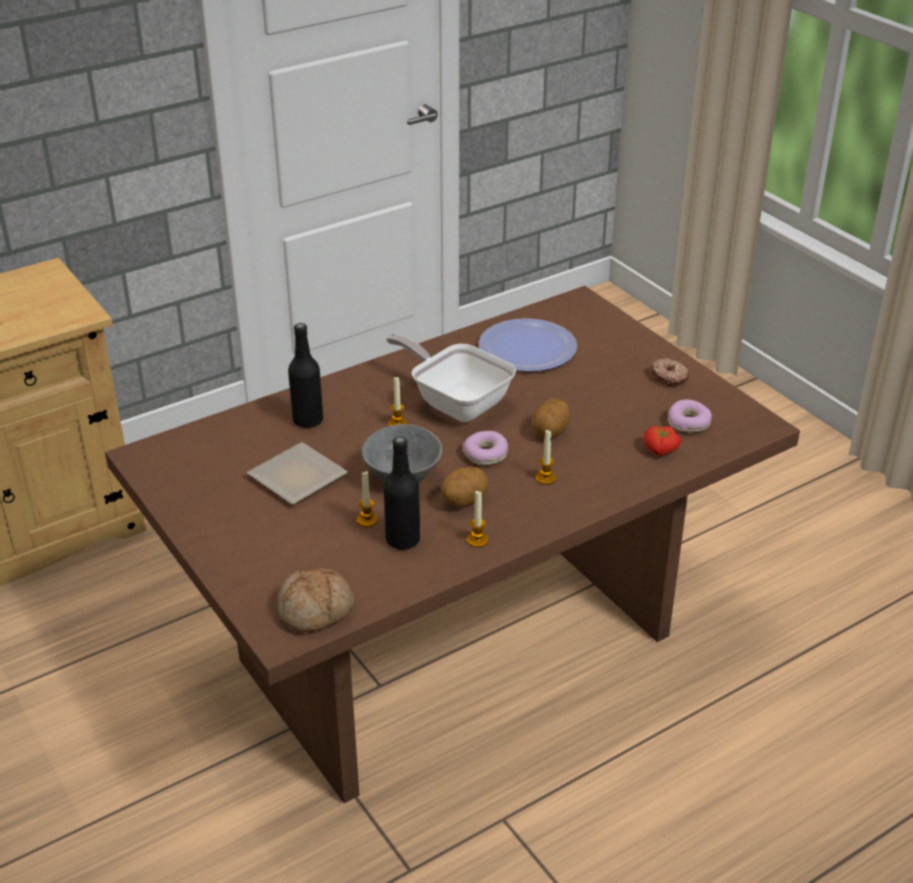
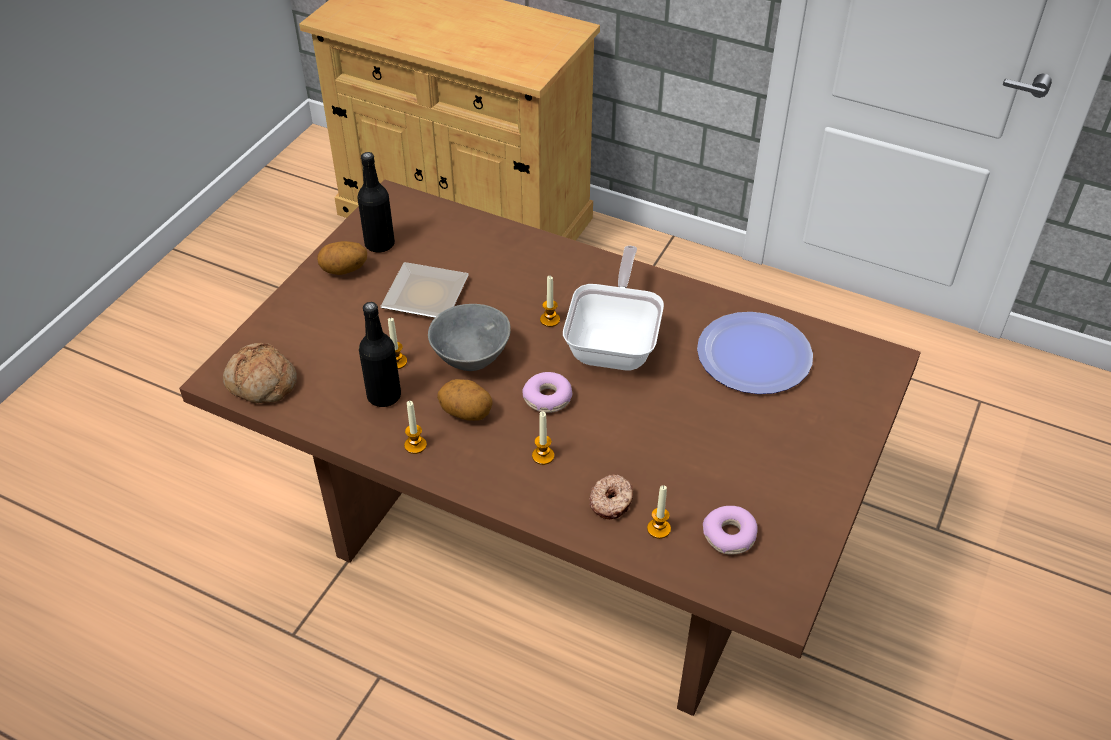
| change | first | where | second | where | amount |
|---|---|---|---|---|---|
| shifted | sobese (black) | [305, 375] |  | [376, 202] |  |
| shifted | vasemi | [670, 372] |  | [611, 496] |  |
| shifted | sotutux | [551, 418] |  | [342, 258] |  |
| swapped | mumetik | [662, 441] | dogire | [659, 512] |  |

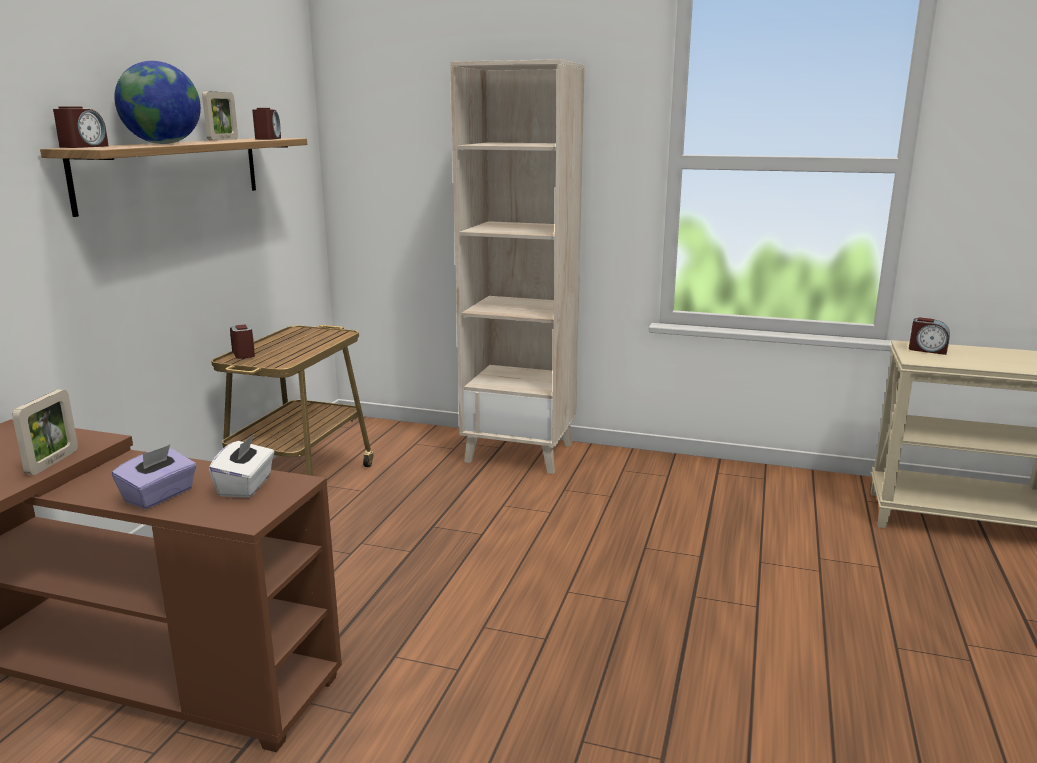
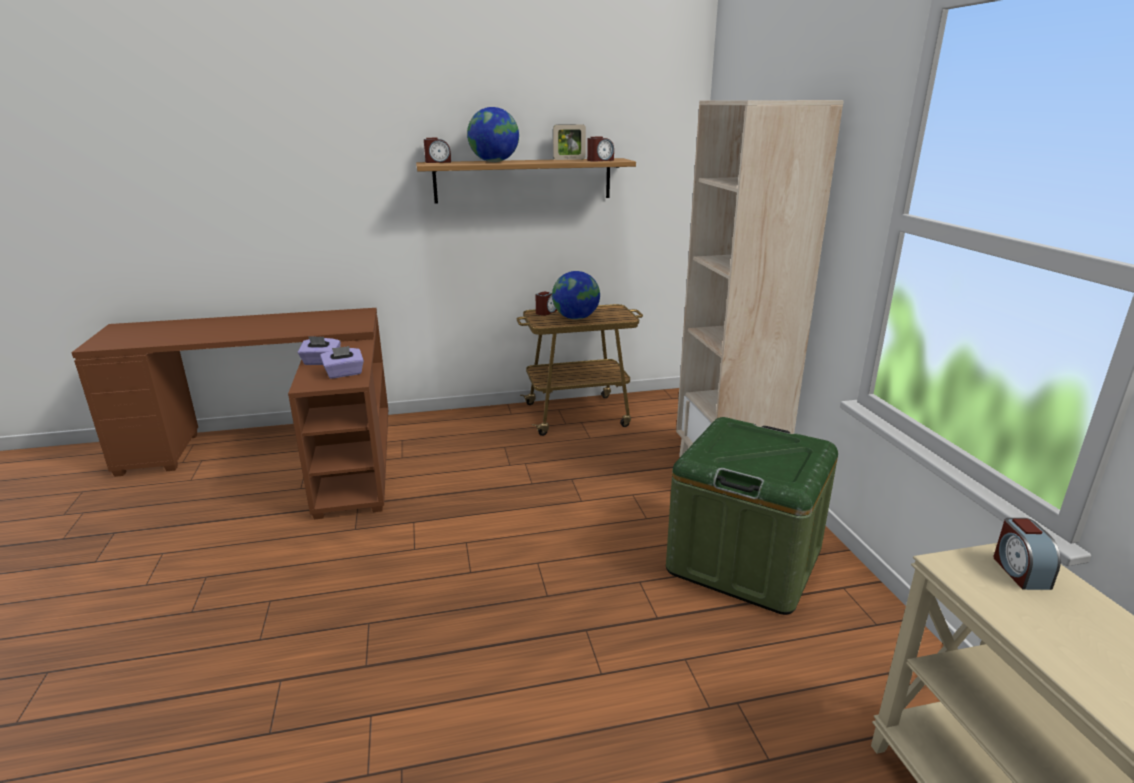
| change | first | where | second | where | amount |
|---|---|---|---|---|---|
| gone | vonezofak | [45, 432] |  |  |  |
| repainted | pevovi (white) | [241, 465] | pevovi (purple) | [342, 362] |  |
| new |  |  | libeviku | [576, 295] |  |
| new |  |  | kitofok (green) | [752, 516] |  |

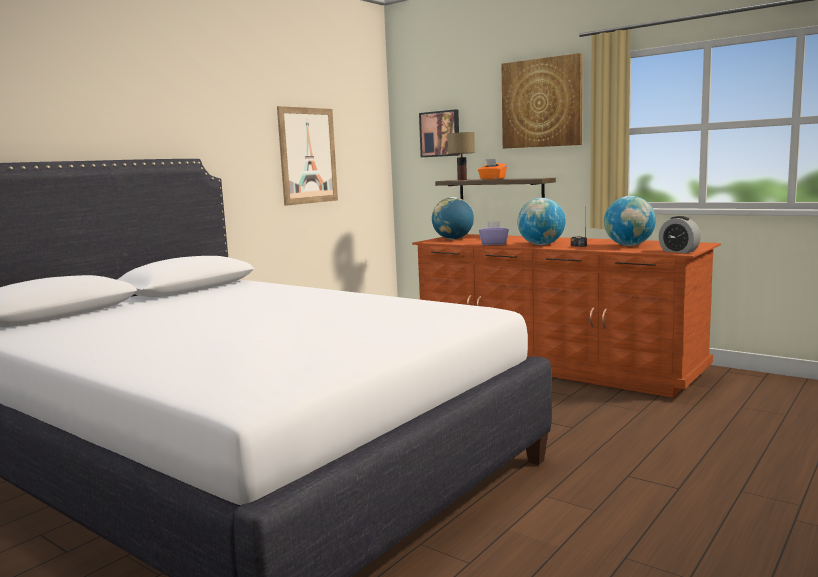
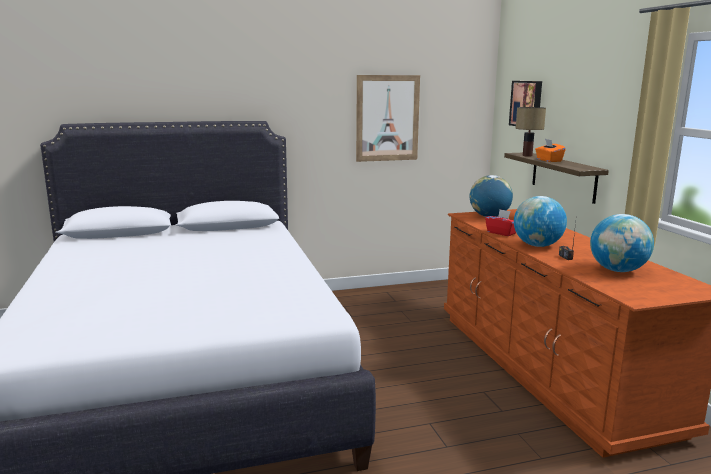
| change | first | where | second | where | amount |
|---|---|---|---|---|---|
| gone | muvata | [542, 101] |  |  |  |
| gone | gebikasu | [680, 234] |  |  |  |
| repainted | pevovi (purple) | [494, 233] | pevovi (red) | [500, 222] |  |

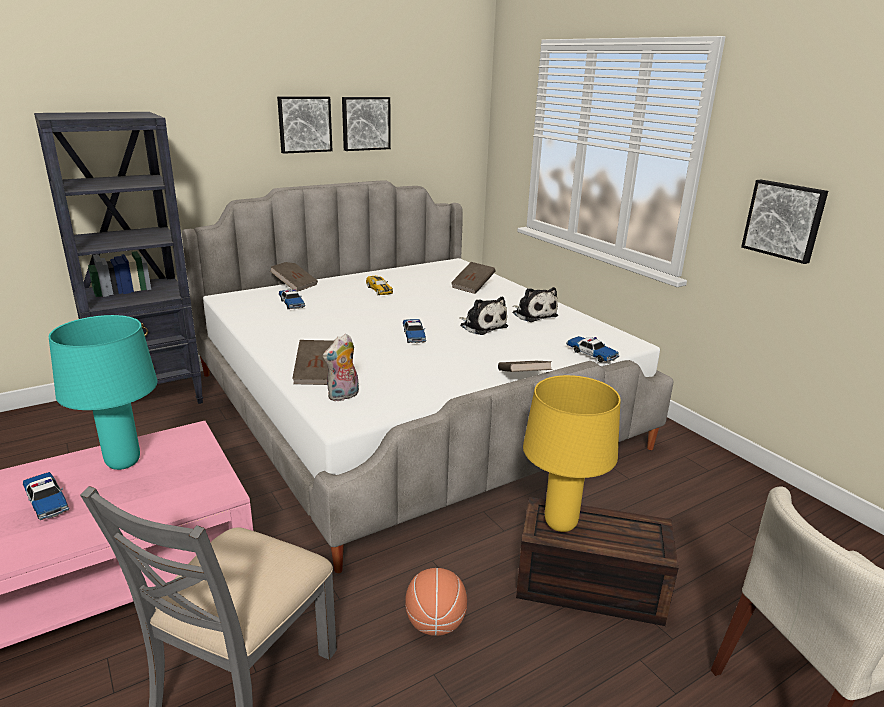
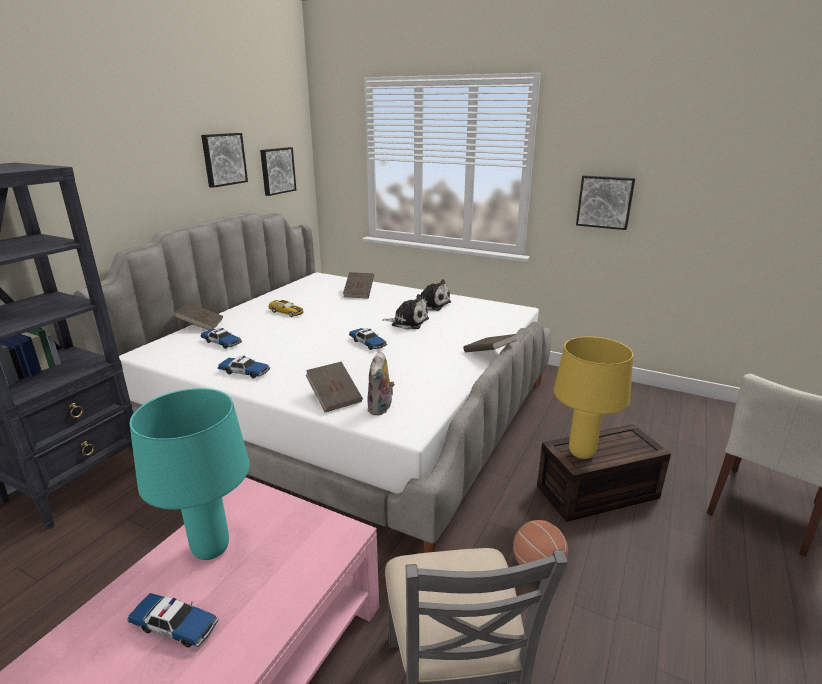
| change | first | where | second | where | amount |
|---|---|---|---|---|---|
| shifted | muvata | [305, 125] |  | [278, 171] |  |
| shifted | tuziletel | [593, 349] |  | [244, 367] |  |

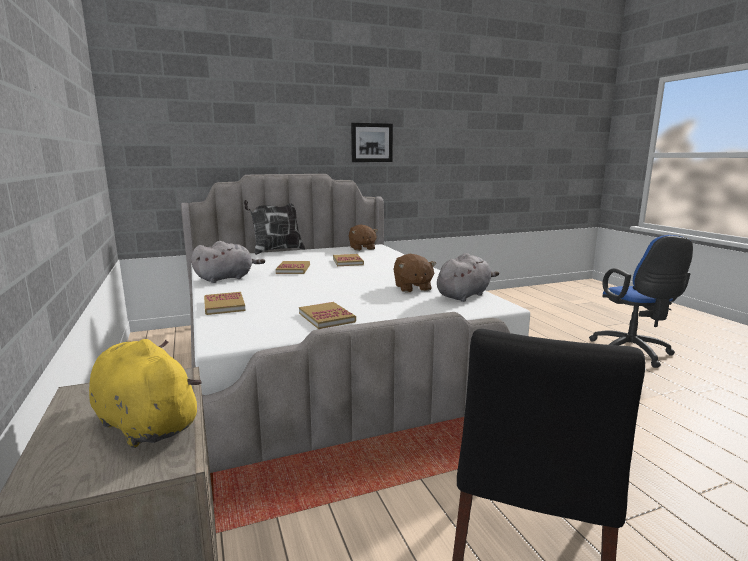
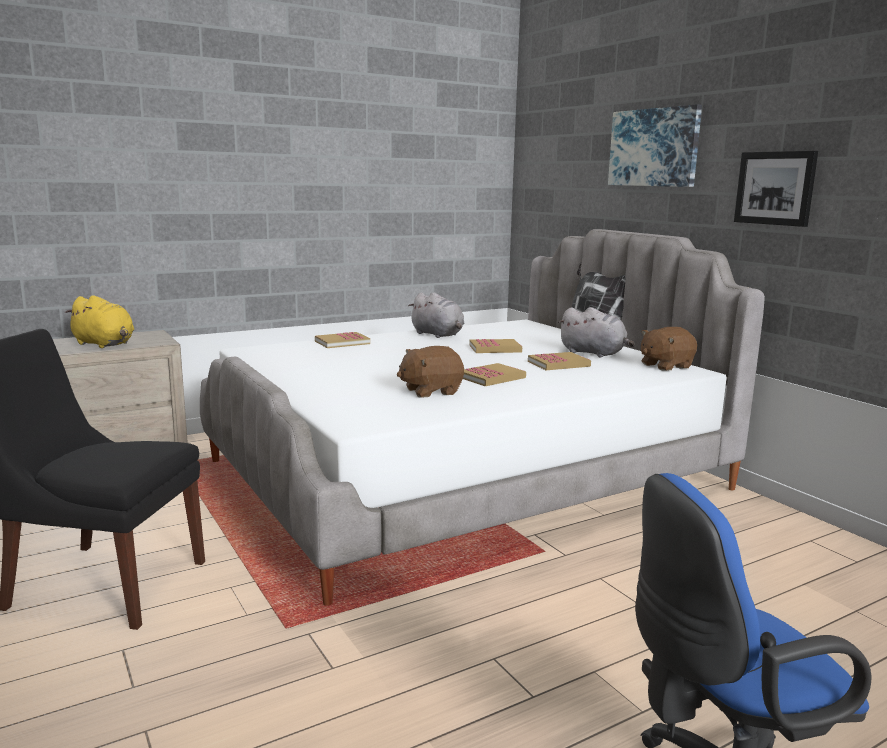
| change | first | where | second | where | amount |
|---|---|---|---|---|---|
| shifted | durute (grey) | [468, 277] |  | [596, 332] |  |
| shifted | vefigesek | [327, 315] |  | [494, 374] |  |
| rotated | durute (yellow) | [145, 393] |  | [99, 321] | 90 degrees clockwise |
| new |  |  | muvata | [655, 145] |  |

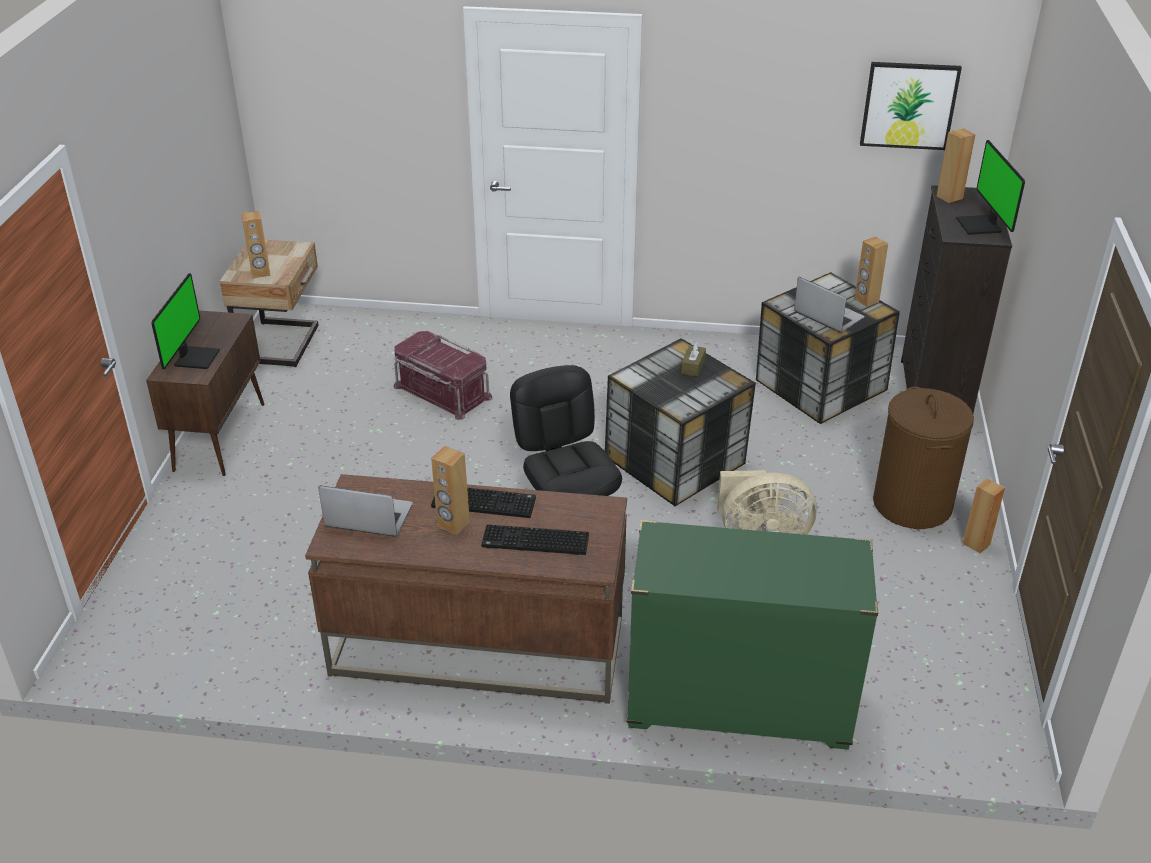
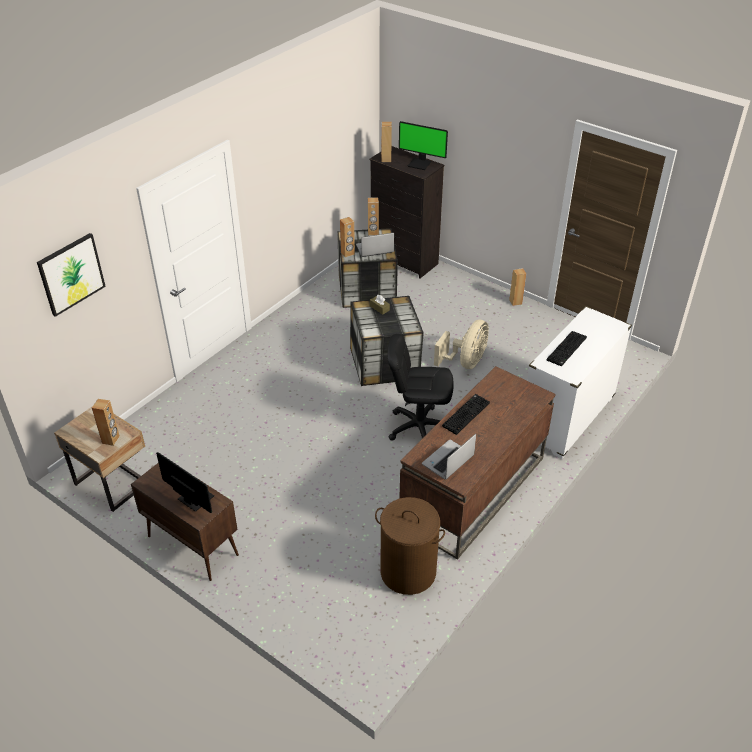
| change | first | where | second | where | amount |
|---|---|---|---|---|---|
| shifted | muvata | [911, 106] |  | [71, 275] |  |
| gone | kitofok (red) | [443, 375] |  |  |  |
| shifted | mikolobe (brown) | [923, 458] |  | [410, 546] |  |
| shifted | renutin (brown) | [450, 490] |  | [347, 237] |  |
| repainted | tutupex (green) | [752, 635] | tutupex (white) | [579, 382] |  |
| shifted | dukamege | [535, 540] |  | [567, 348] |  |

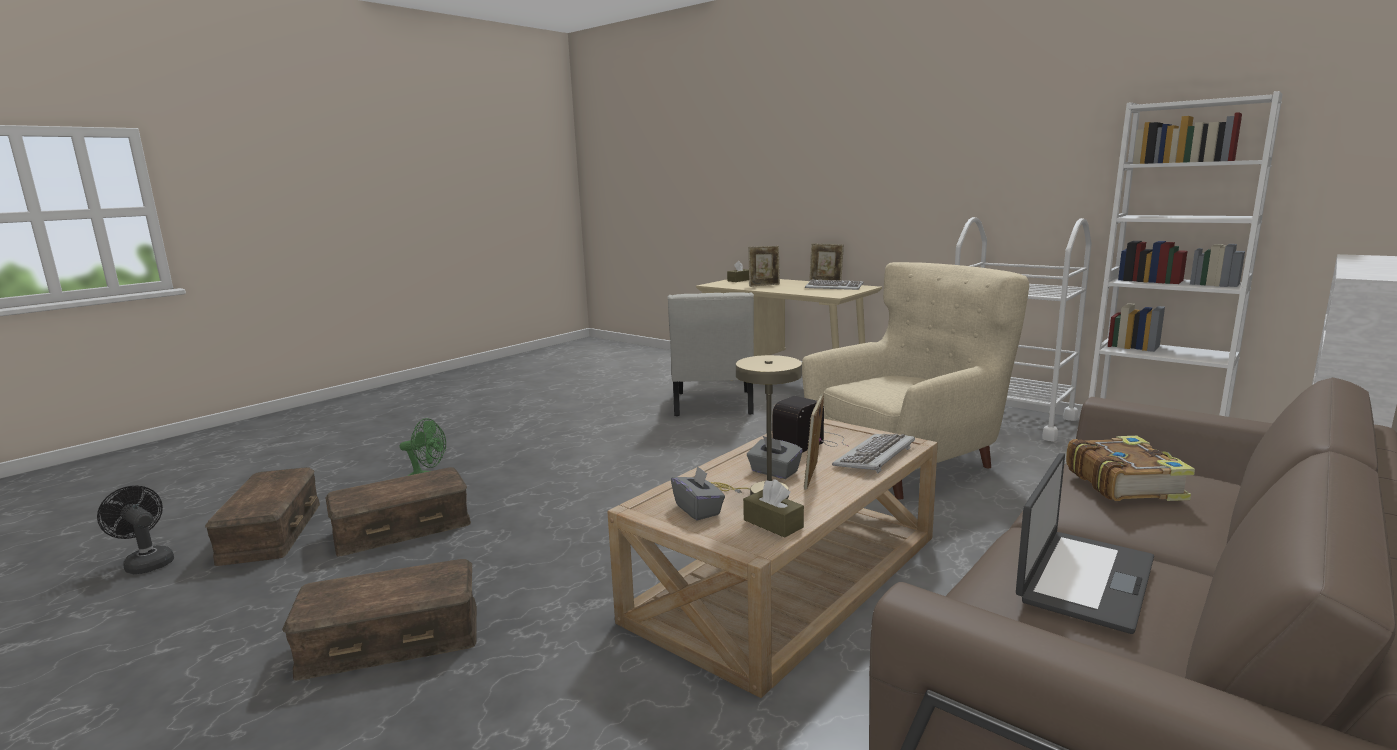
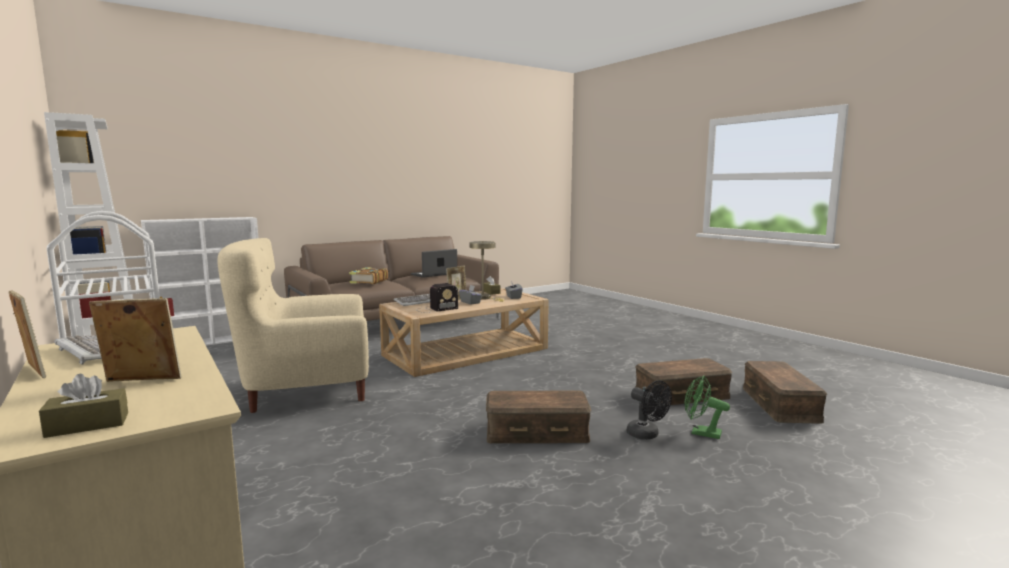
| change | first | where | second | where | amount |
|---|---|---|---|---|---|
| gone | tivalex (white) | [711, 354] |  |  |  |
| shifted | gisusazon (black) | [135, 530] |  | [649, 410] |  |
| shifted | kitofok (brown) | [379, 620] |  | [539, 417] |  |

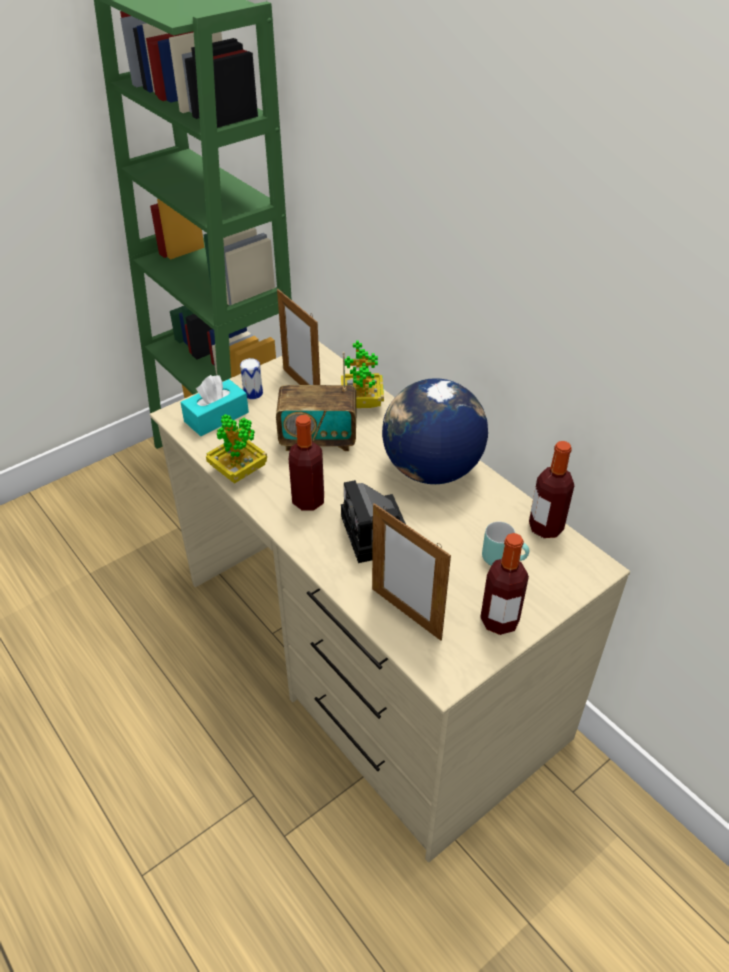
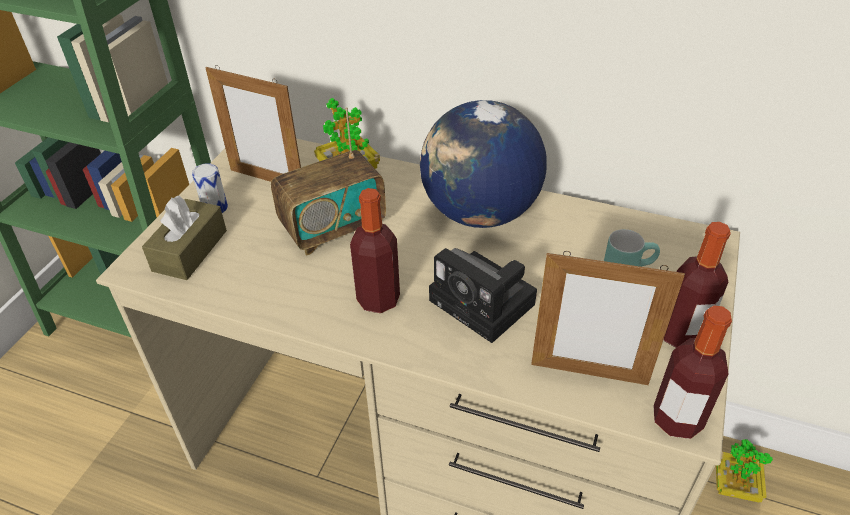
| change | first | where | second | where | amount |
|---|---|---|---|---|---|
| repainted | pevovi (turquoise) | [214, 405] | pevovi (brown) | [184, 238] |  |
| shifted | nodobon | [236, 449] |  | [744, 470] |  |
| shifted | sobese | [551, 489] |  | [692, 372] |  |

